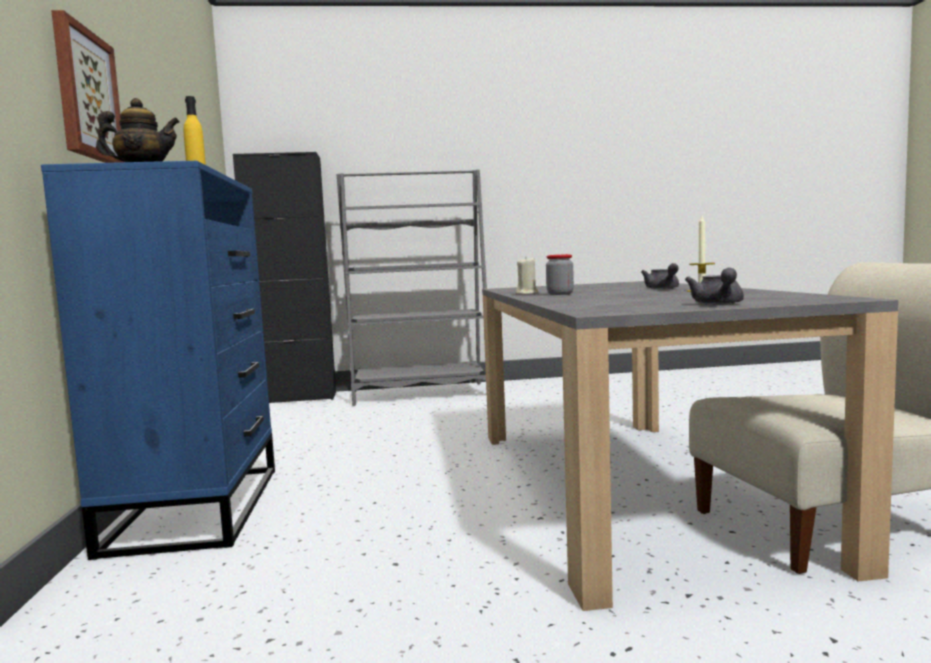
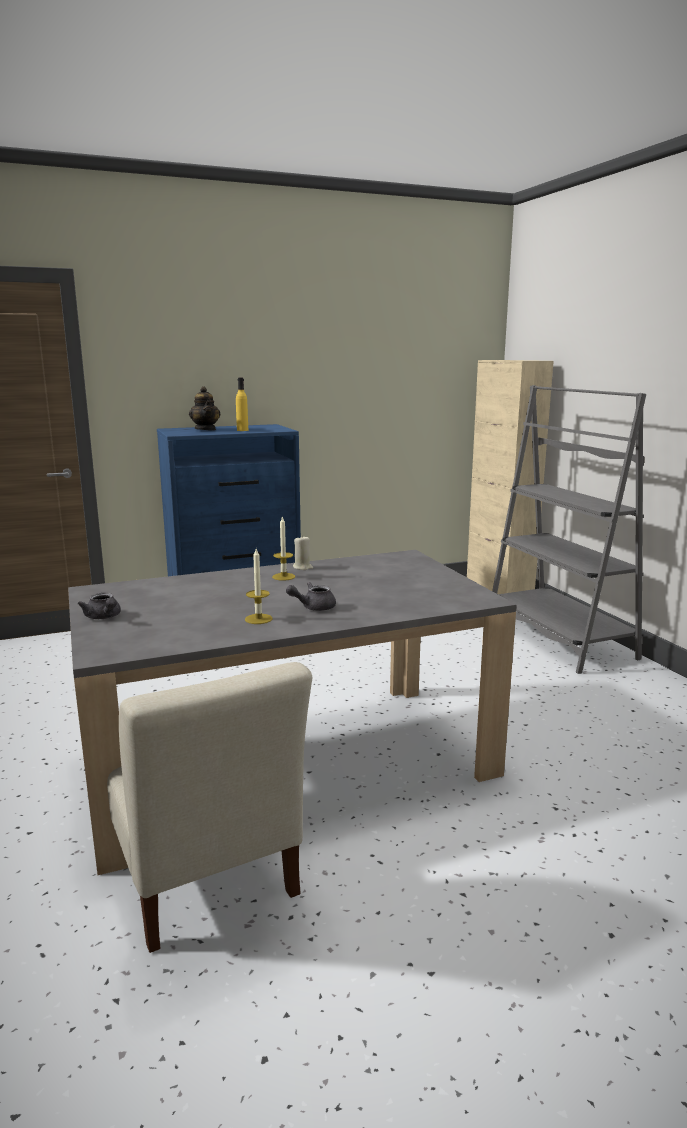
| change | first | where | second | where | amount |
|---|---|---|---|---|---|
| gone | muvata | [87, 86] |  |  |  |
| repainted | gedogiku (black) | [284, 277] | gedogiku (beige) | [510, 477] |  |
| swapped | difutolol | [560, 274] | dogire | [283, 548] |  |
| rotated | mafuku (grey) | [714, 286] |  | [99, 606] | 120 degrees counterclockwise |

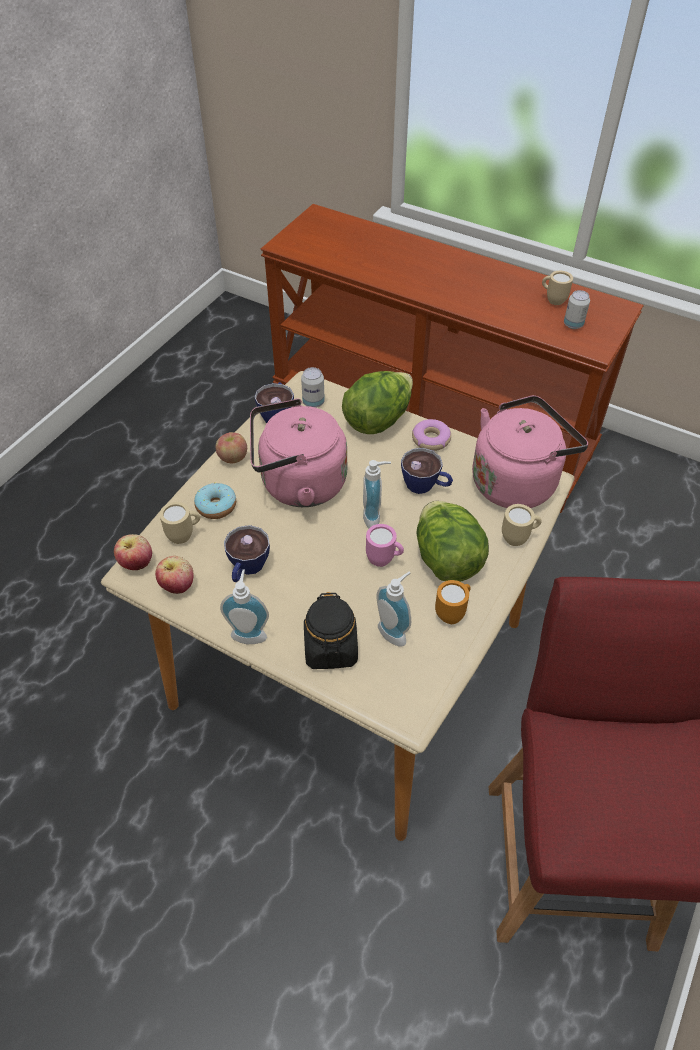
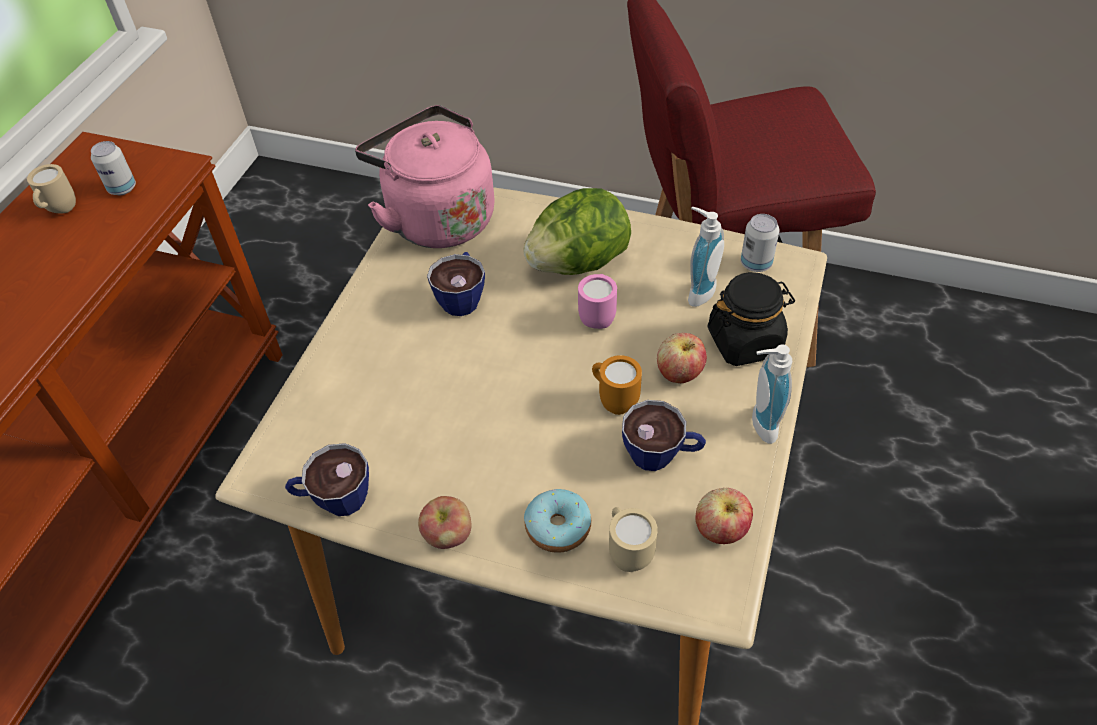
| change | first | where | second | where | amount |
|---|---|---|---|---|---|
| shifted | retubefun | [313, 387] |  | [760, 243] |  |
| gone | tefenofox | [377, 402] |  |  |  |
| gone | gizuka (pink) | [298, 453] |  |  |  |
| gone | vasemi | [431, 435] |  |  |  |
| gone | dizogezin | [377, 494] |  |  |  |
| gone | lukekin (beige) | [522, 525] |  |  |  |
| shifted | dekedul | [133, 552] |  | [682, 358] |  |
| shifted | lukekin (orange) | [453, 602] |  | [617, 385] |  |

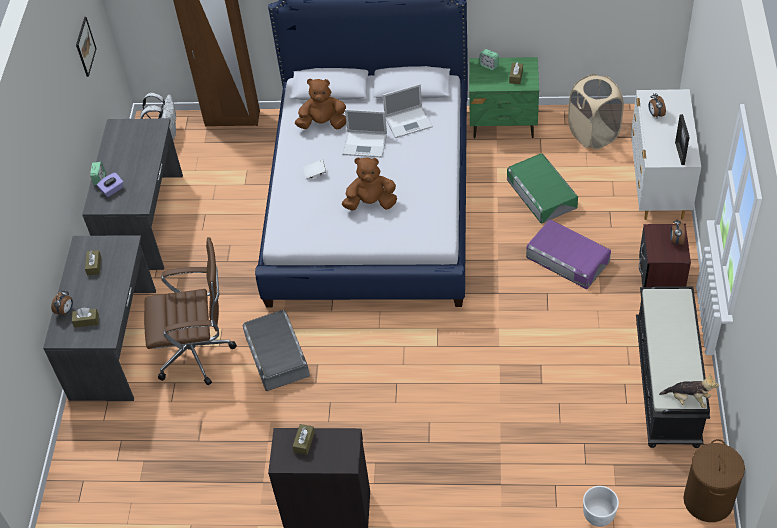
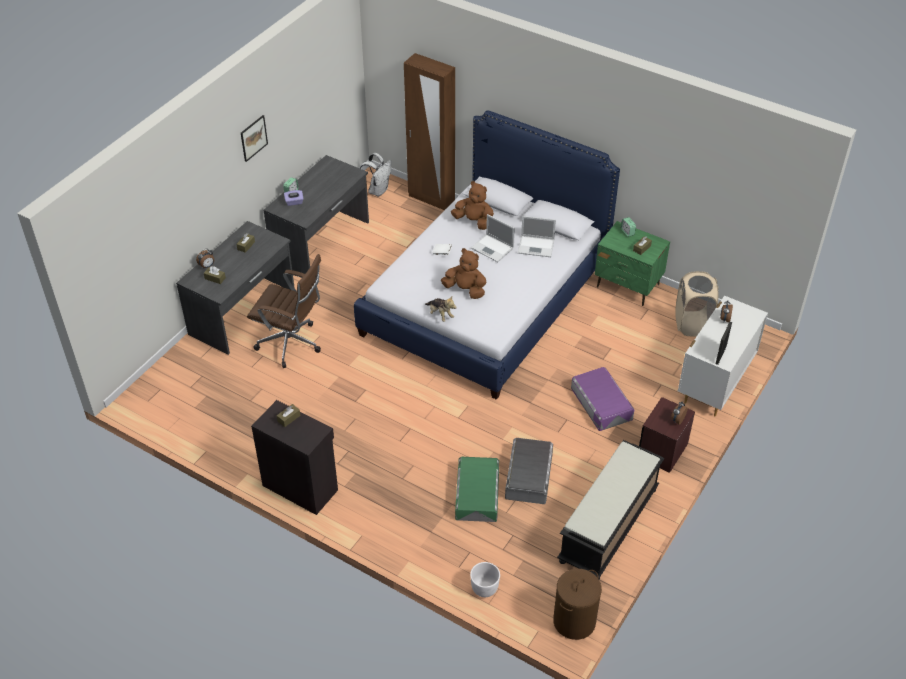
| change | first | where | second | where | amount |
|---|---|---|---|---|---|
| shifted | muvata | [86, 47] |  | [254, 138] |  |
| shifted | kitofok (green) | [542, 188] |  | [477, 489] |  |
| shifted | kitofok (grey) | [276, 350] |  | [529, 471] |  |
| shifted | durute | [689, 391] |  | [441, 309] |  |

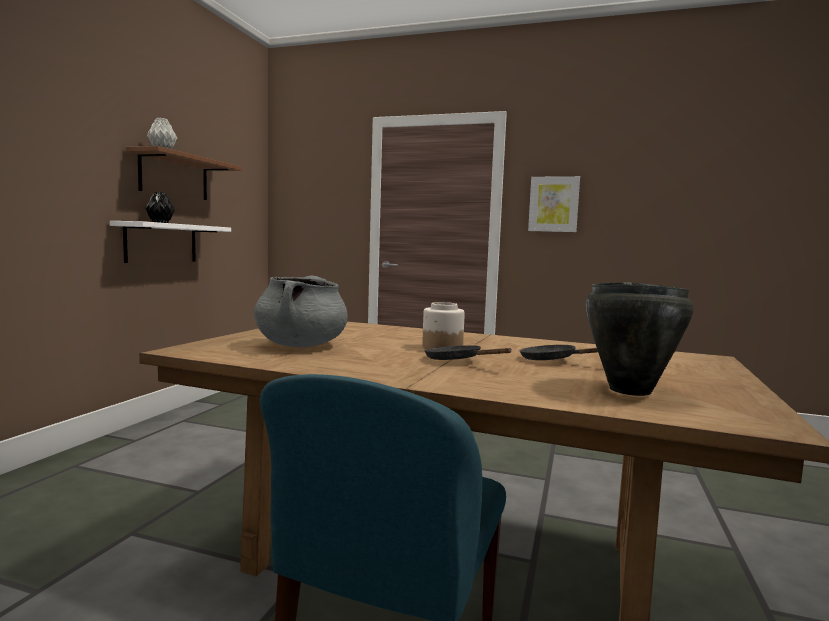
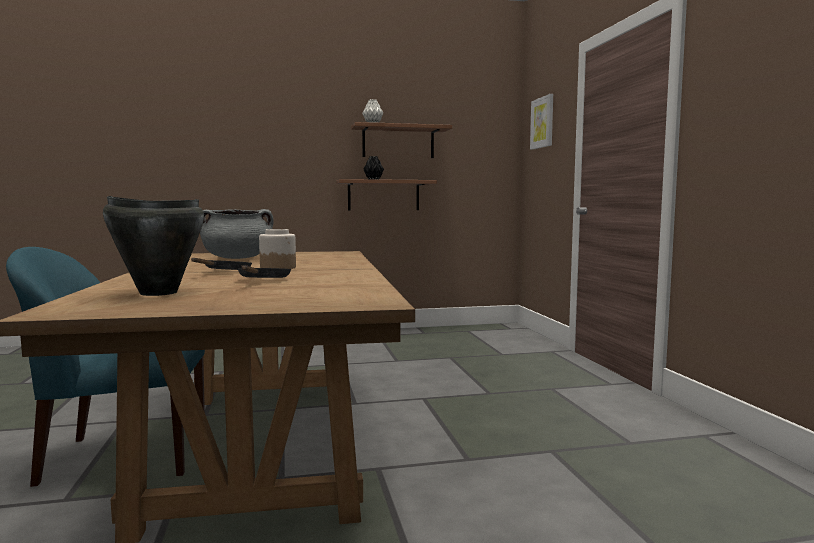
| change | first | where | second | where | amount |
|---|---|---|---|---|---|
| shifted | muvata | [554, 204] |  | [541, 122] |  |
| repainted | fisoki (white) | [170, 242] | fisoki (brown) | [386, 195] |  |

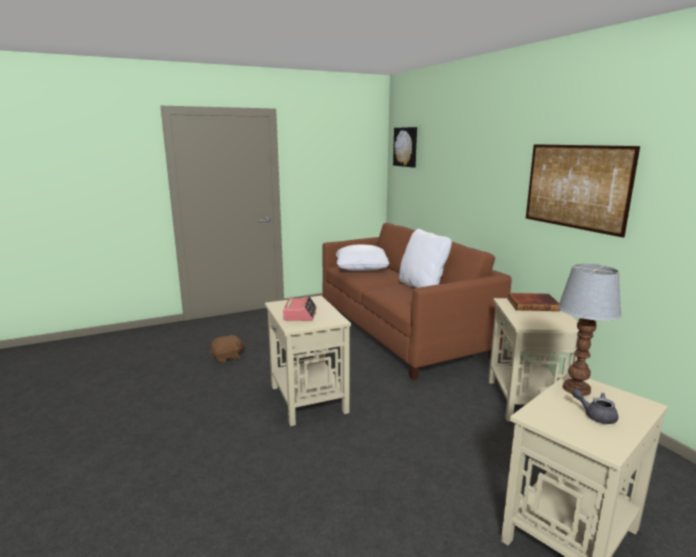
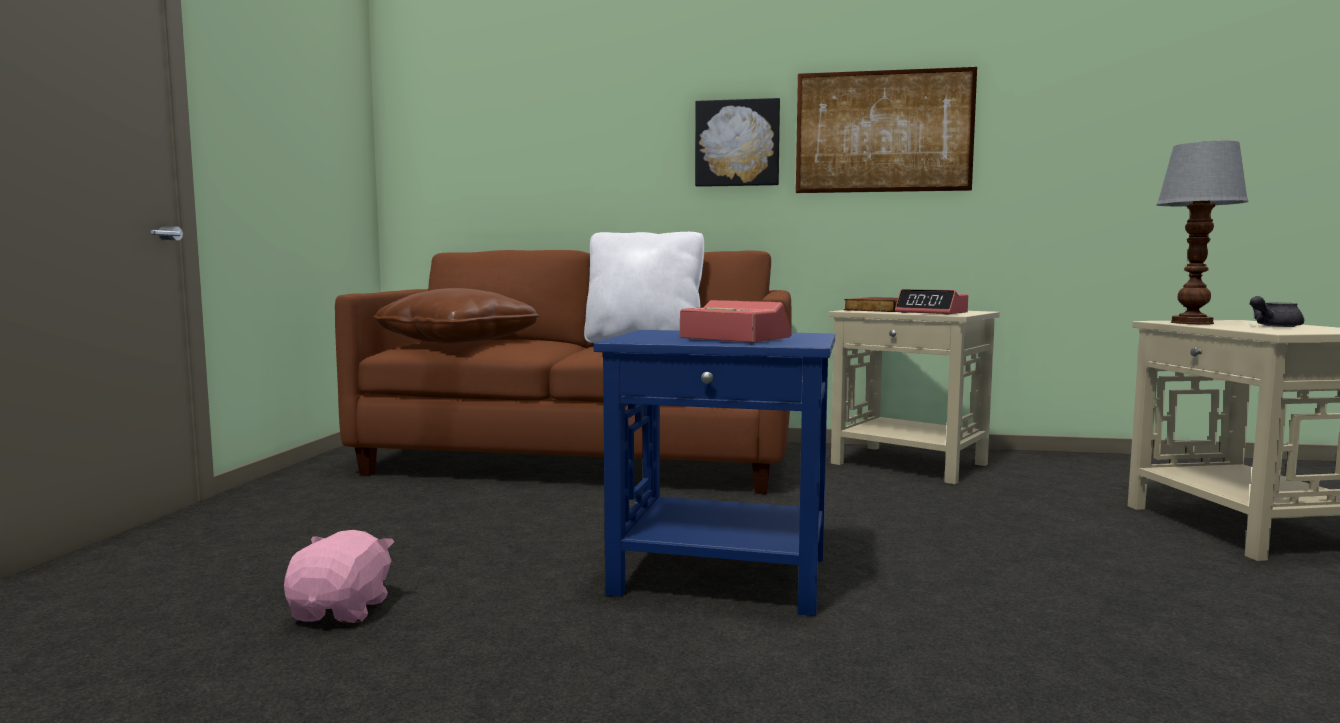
| change | first | where | second | where | amount |
|---|---|---|---|---|---|
| shifted | muvata | [405, 147] |  | [737, 142] |  |
| repainted | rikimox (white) | [362, 257] | rikimox (brown) | [456, 315] |  |
| repainted | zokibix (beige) | [308, 361] | zokibix (blue) | [714, 473] |  |
| repainted | durute (brown) | [227, 348] | durute (pink) | [339, 576] |  |
| new |  |  | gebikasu | [931, 302] |  |

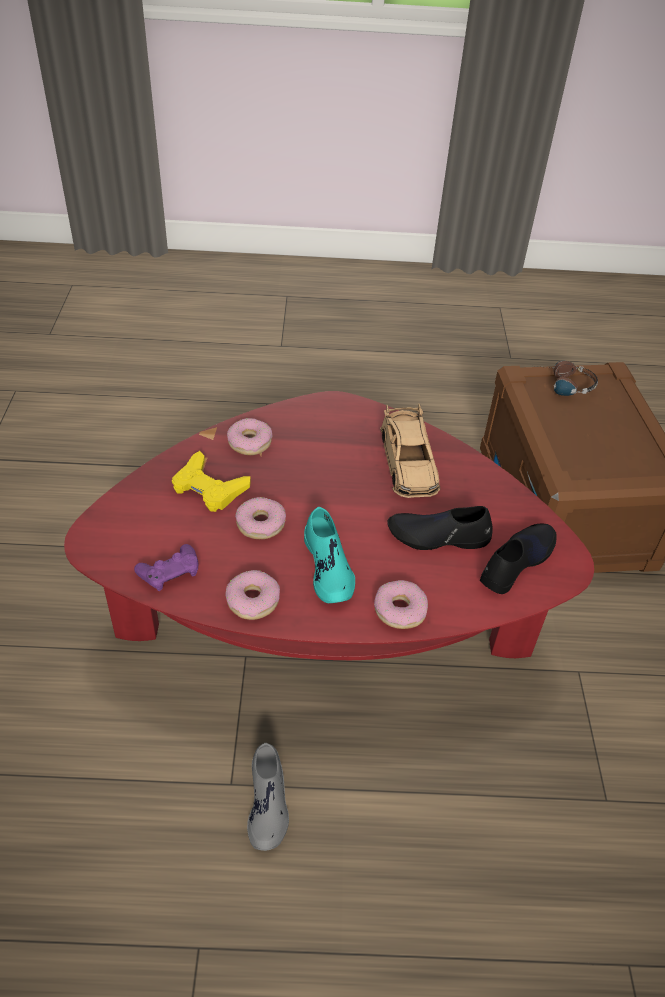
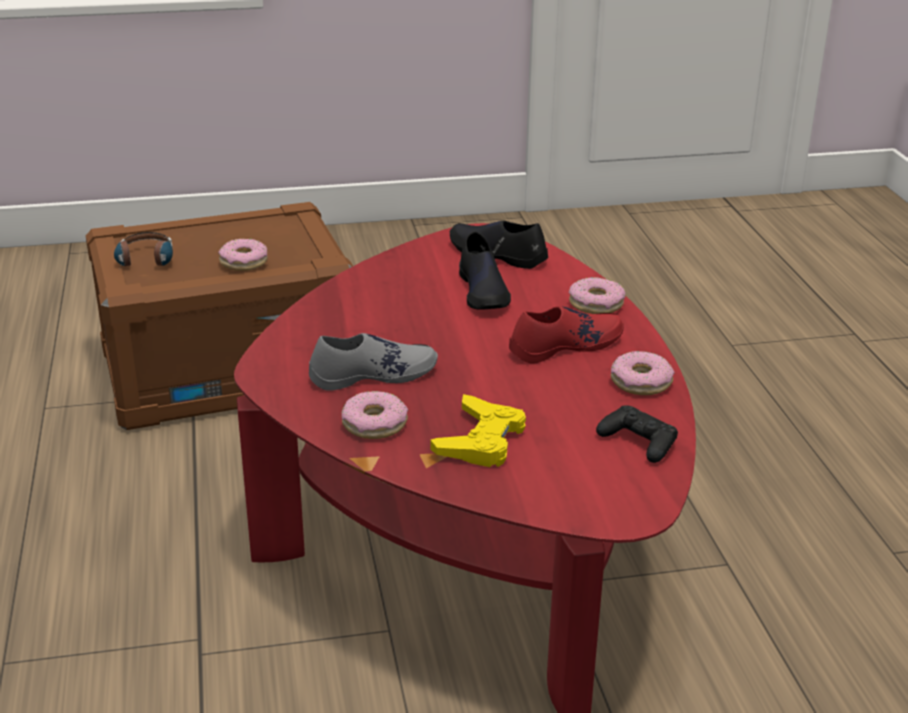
| change | first | where | second | where | amount |
|---|---|---|---|---|---|
| gone | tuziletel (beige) | [410, 451] |  |  |  |
| shifted | vasemi | [260, 518] |  | [243, 255] |  |
| repainted | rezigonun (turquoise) | [329, 555] | rezigonun (red) | [566, 335] |  |
| repainted | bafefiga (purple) | [166, 567] | bafefiga (black) | [637, 434] |  |
| shifted | rezigonun (grey) | [268, 797] |  | [373, 362] |  |

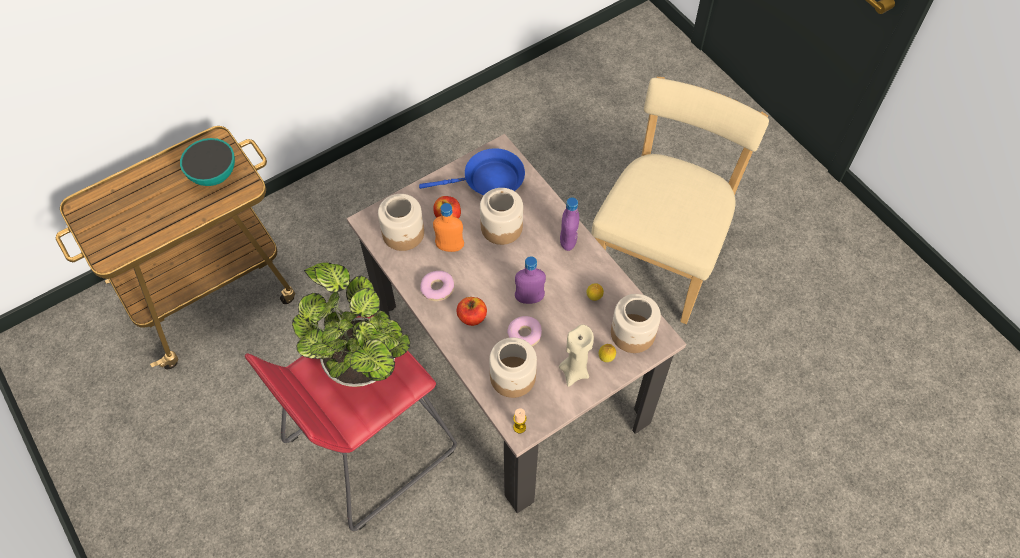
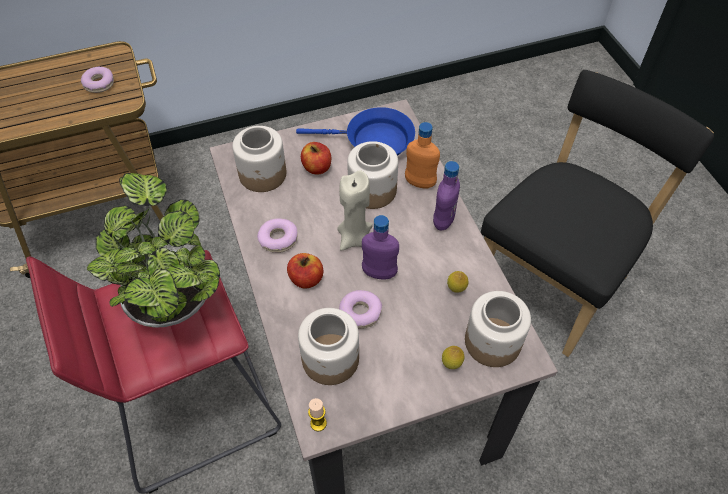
| change | first | where | second | where | amount |
|---|---|---|---|---|---|
| repainted | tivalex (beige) | [680, 200] | tivalex (black) | [597, 213] |  |
| swapped | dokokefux | [207, 162] | vasemi | [97, 80] |  |
| shifted | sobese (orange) | [448, 227] |  | [422, 155] |  |
| shifted | dogire (beige) | [576, 356] |  | [355, 210] |  |

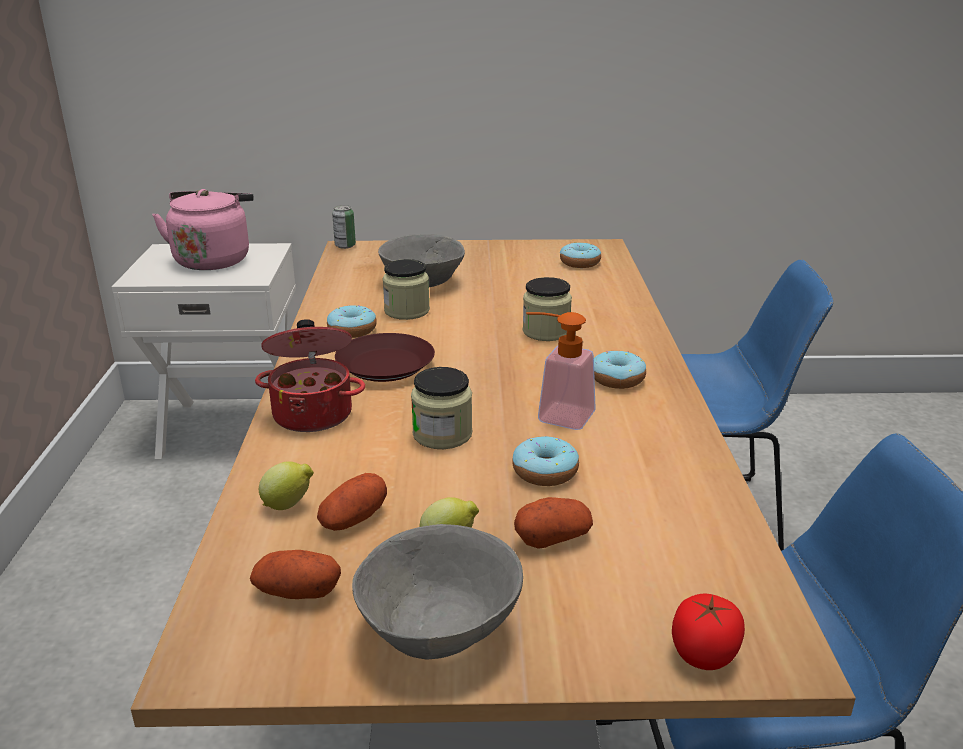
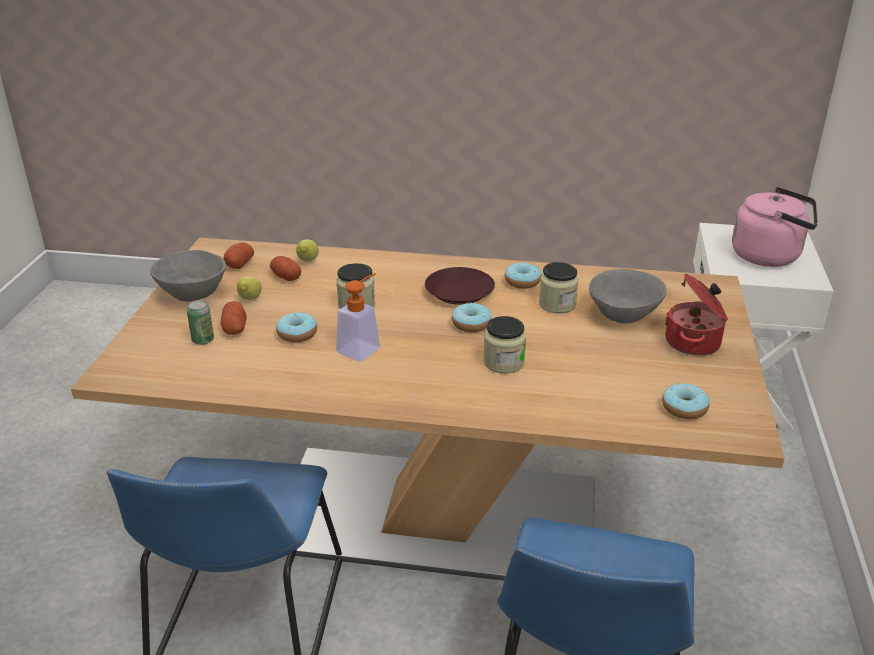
| change | first | where | second | where | amount |
|---|---|---|---|---|---|
| shifted | retubefun | [344, 227] |  | [200, 322] |  |
| shifted | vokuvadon | [310, 375] |  | [696, 314] |  |
| shifted | vasemi | [620, 370] |  | [472, 317] |  |
| gone | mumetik | [708, 631] |  |  |  |

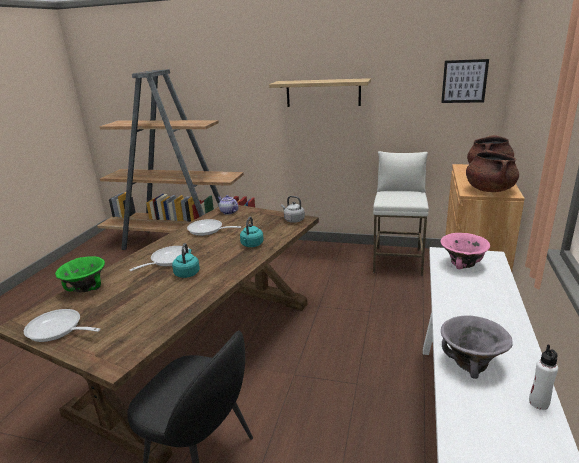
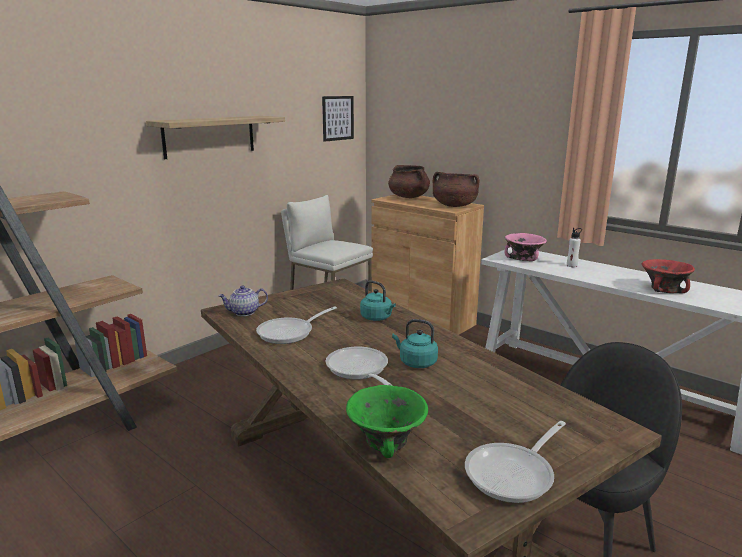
| change | first | where | second | where | amount |
|---|---|---|---|---|---|
| gone | gizuka (grey) | [293, 209] |  |  |  |
| repainted | dokokefux (grey) | [477, 347] | dokokefux (red) | [668, 276] |  |
| shifted | sobese (white) | [543, 377] |  | [574, 247] |  |

